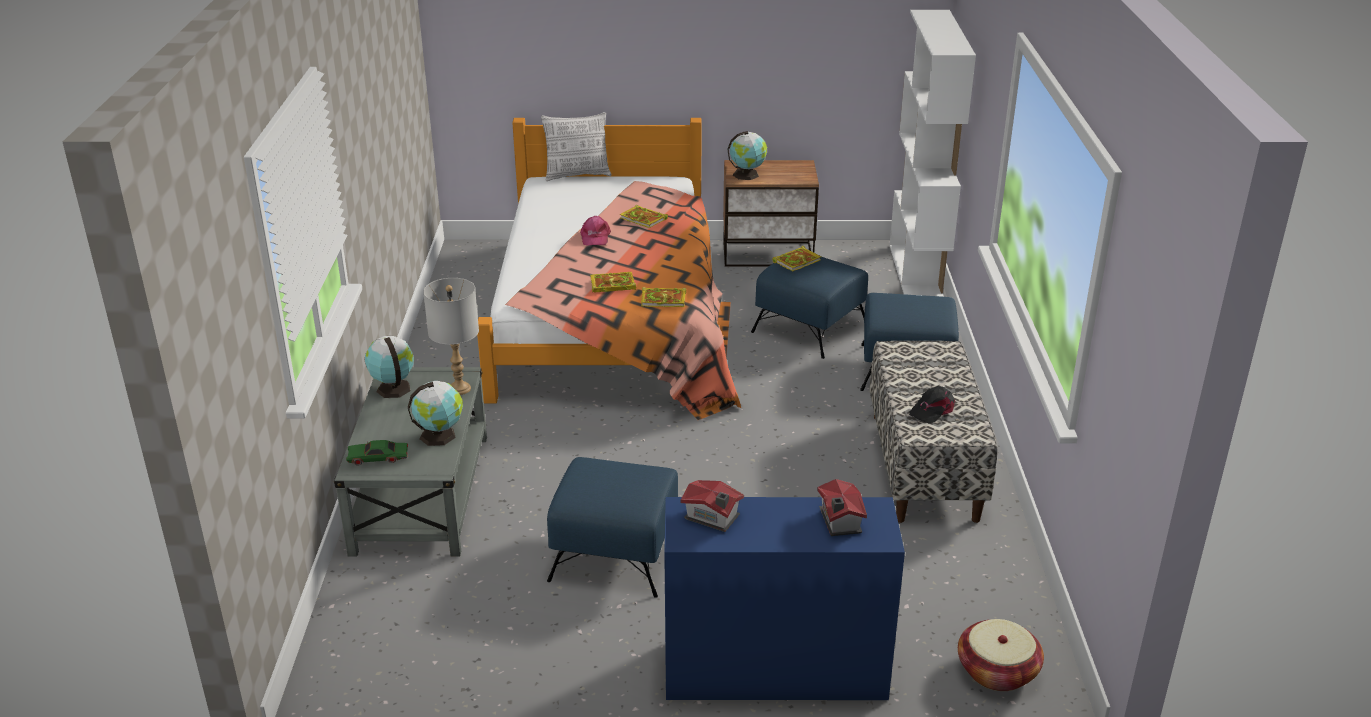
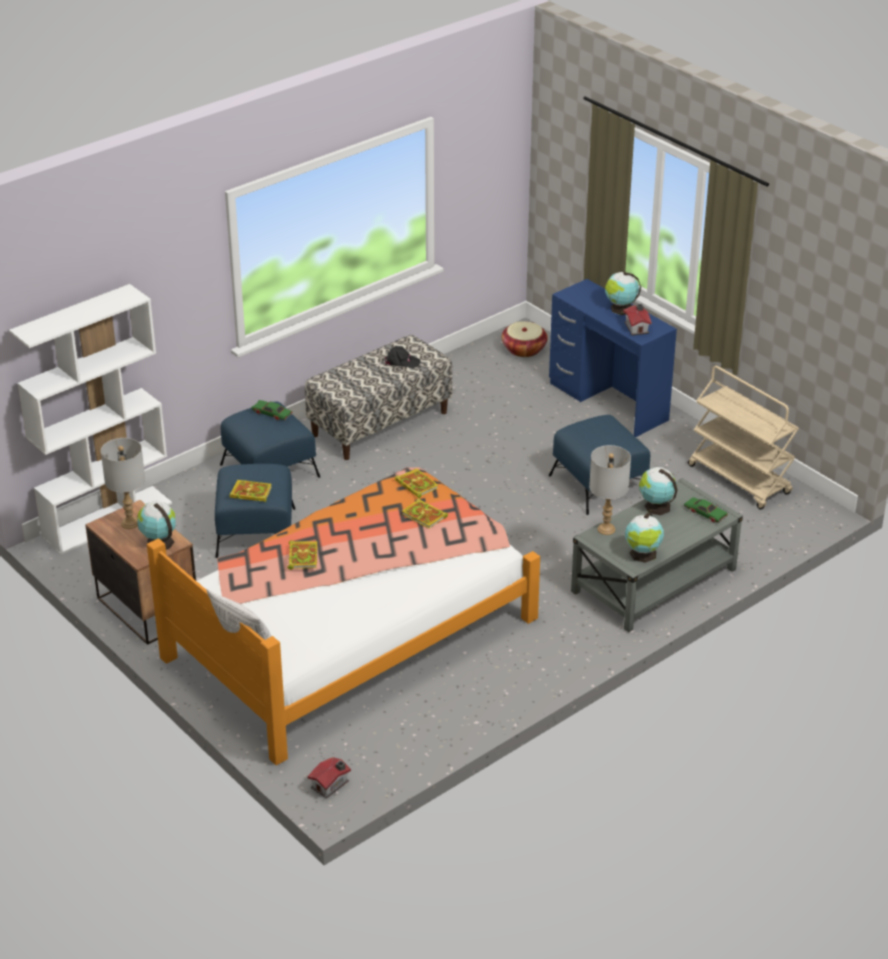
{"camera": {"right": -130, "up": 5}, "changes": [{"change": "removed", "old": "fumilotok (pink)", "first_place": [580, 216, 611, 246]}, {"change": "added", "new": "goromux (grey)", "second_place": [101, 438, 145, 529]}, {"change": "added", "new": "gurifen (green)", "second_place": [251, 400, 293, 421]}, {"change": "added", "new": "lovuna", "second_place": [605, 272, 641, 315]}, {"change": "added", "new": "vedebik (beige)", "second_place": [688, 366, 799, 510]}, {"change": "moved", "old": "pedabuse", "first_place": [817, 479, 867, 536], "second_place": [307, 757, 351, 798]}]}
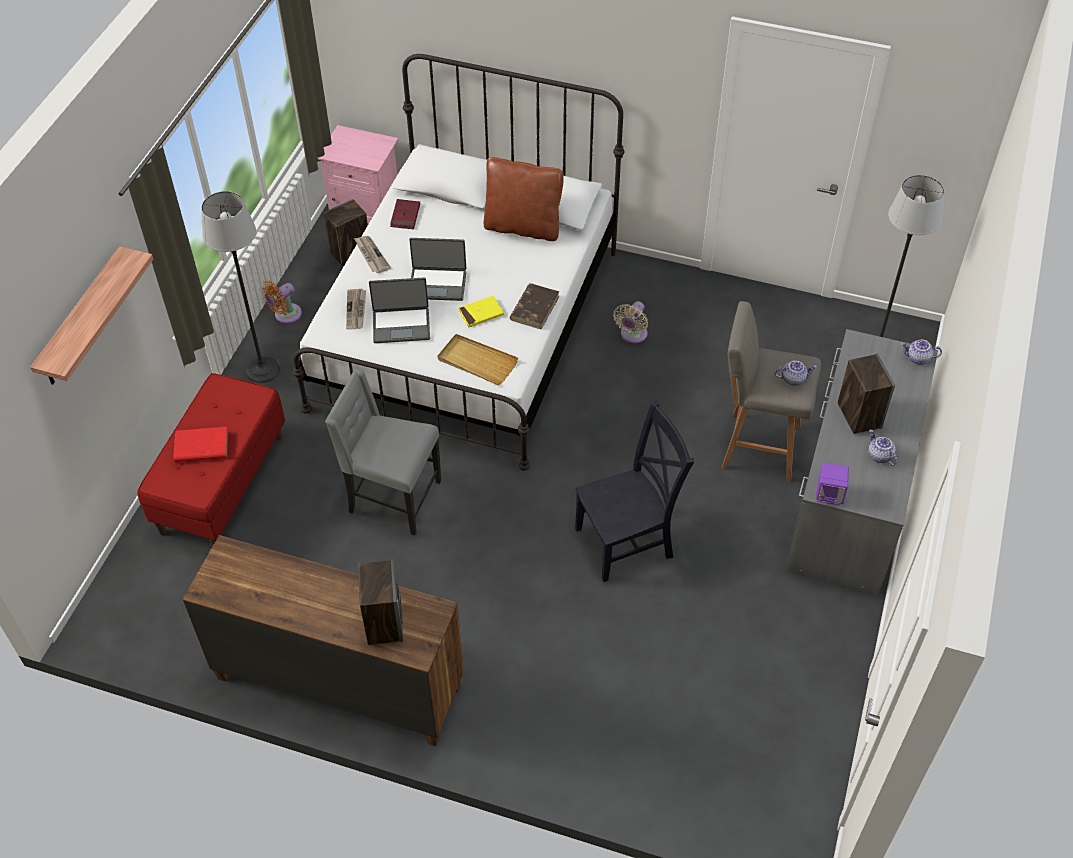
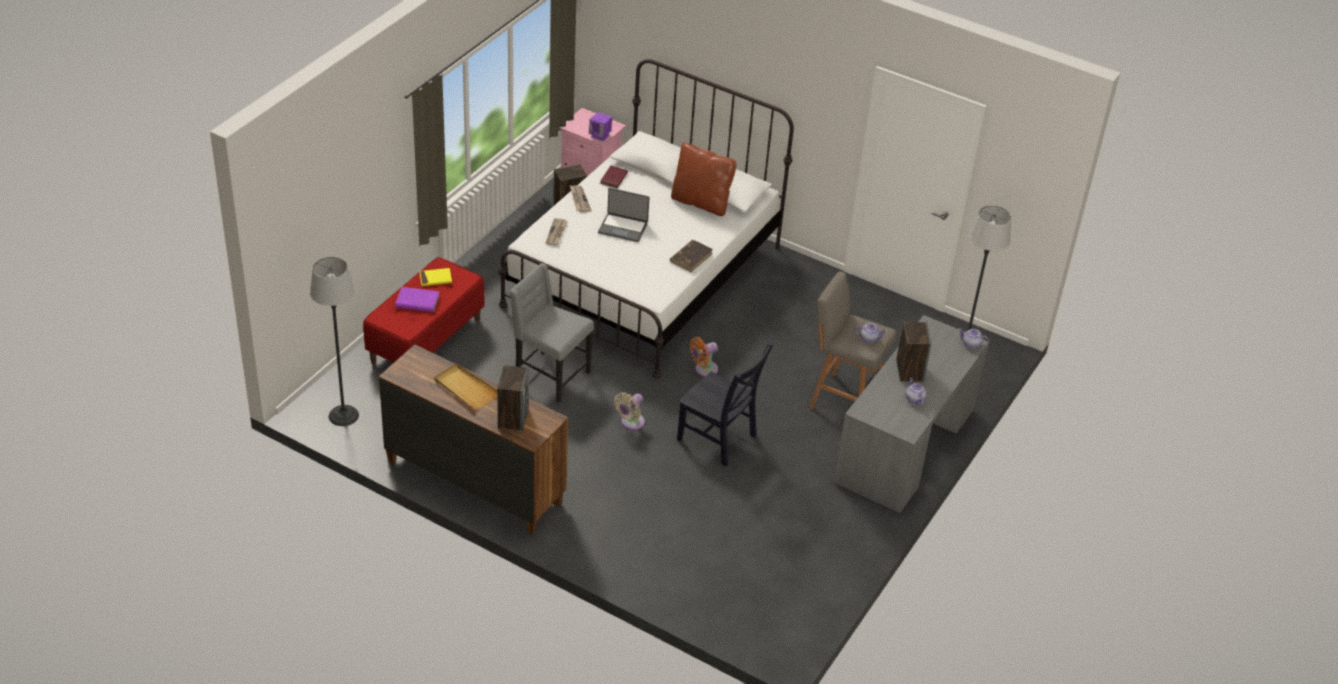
{"camera": {"right": 10, "up": -10}, "changes": [{"change": "removed", "old": "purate", "first_place": [30, 246, 153, 385]}, {"change": "removed", "old": "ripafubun", "first_place": [369, 277, 430, 343]}, {"change": "moved", "old": "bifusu", "first_place": [201, 191, 280, 383], "second_place": [310, 257, 359, 426]}, {"change": "moved", "old": "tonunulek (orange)", "first_place": [262, 281, 302, 324], "second_place": [690, 337, 718, 377]}, {"change": "moved", "old": "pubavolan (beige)", "first_place": [437, 334, 518, 385], "second_place": [434, 363, 497, 409]}, {"change": "moved", "old": "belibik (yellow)", "first_place": [458, 295, 504, 328], "second_place": [419, 268, 452, 286]}, {"change": "moved", "old": "tonunulek (beige)", "first_place": [613, 301, 648, 343], "second_place": [614, 392, 645, 430]}, {"change": "moved", "old": "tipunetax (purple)", "first_place": [816, 463, 849, 505], "second_place": [589, 112, 612, 141]}, {"change": "recoloured", "old": "belibik (red)", "new": "belibik (purple)", "first_place": [173, 427, 228, 462], "second_place": [395, 287, 440, 312]}, {"change": "turned", "old": "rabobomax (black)", "first_place": [575, 400, 694, 582], "second_place": [677, 343, 774, 467], "degrees": 45}]}
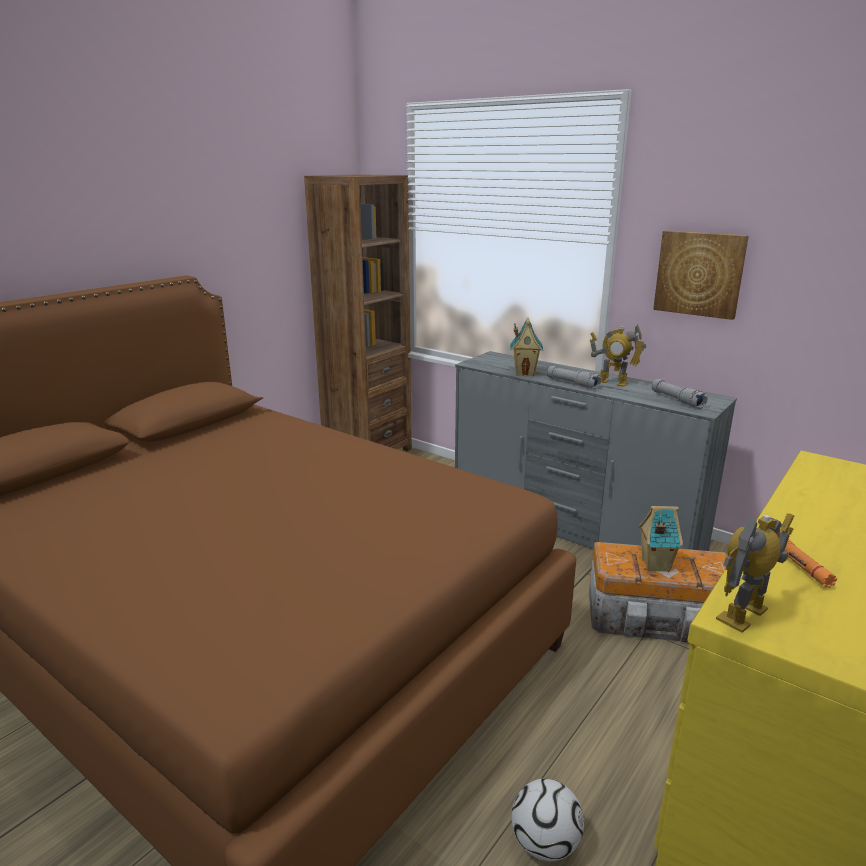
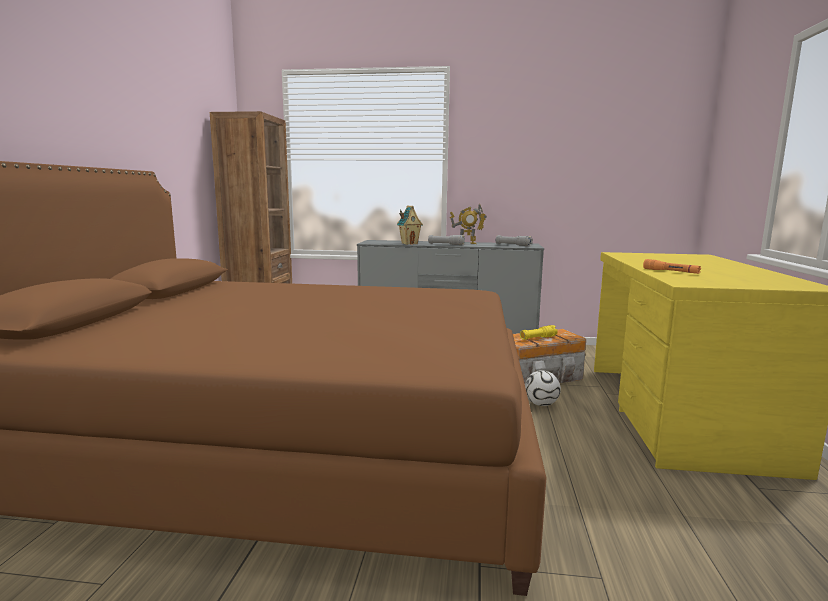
{"camera": {"right": -30, "up": -10}, "changes": [{"change": "removed", "old": "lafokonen", "first_place": [653, 231, 749, 320]}, {"change": "removed", "old": "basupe", "first_place": [716, 513, 794, 633]}, {"change": "moved", "old": "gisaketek", "first_place": [511, 778, 584, 861], "second_place": [525, 370, 561, 406]}, {"change": "replaced", "old": "pedabuse", "new": "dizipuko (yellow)", "first_place": [639, 506, 683, 572], "second_place": [520, 325, 558, 340]}]}
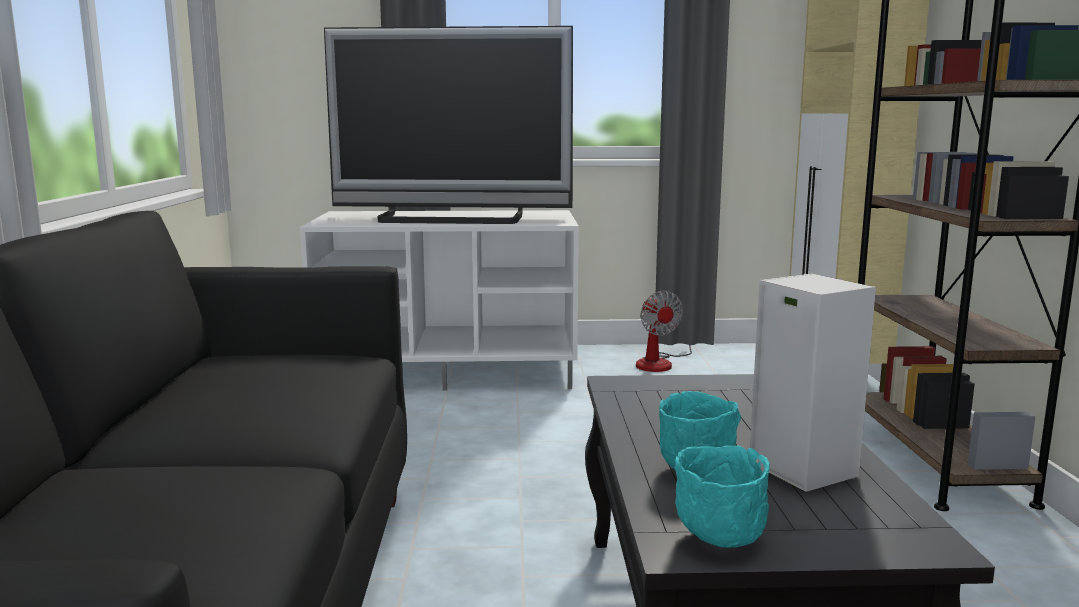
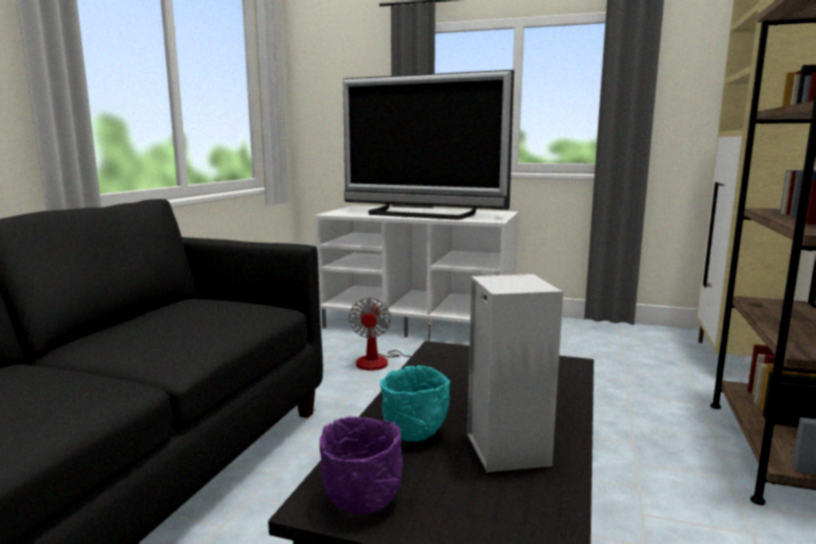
{"camera": {"right": 20, "up": 0}, "changes": [{"change": "moved", "old": "tonunulek", "first_place": [636, 290, 692, 372], "second_place": [349, 298, 433, 371]}, {"change": "recoloured", "old": "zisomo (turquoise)", "new": "zisomo (purple)", "first_place": [675, 445, 770, 548], "second_place": [320, 417, 403, 514]}]}
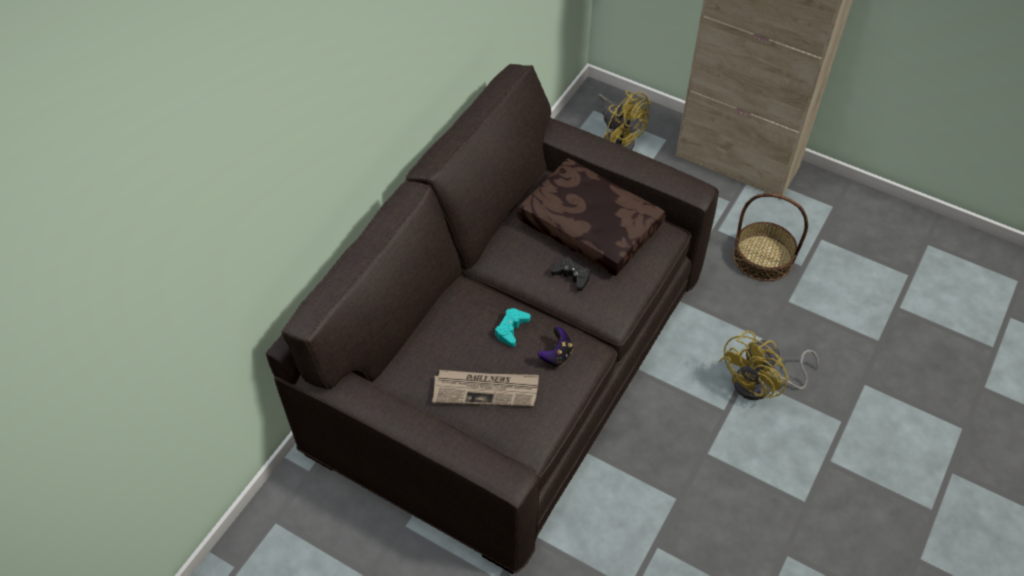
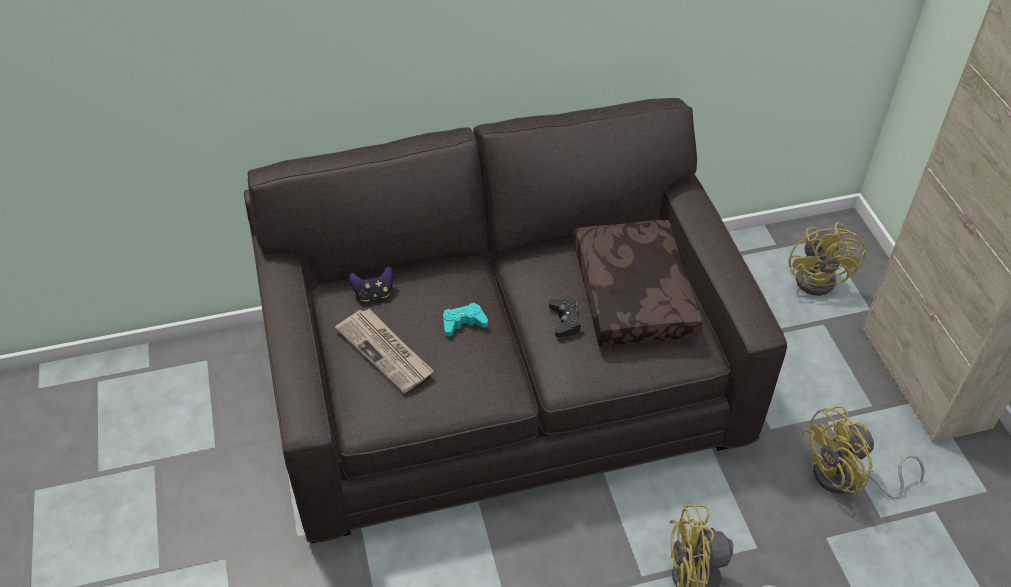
{"camera": {"right": 45, "up": -5}, "changes": [{"change": "moved", "old": "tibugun", "first_place": [538, 327, 573, 367], "second_place": [349, 266, 393, 301]}, {"change": "replaced", "old": "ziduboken", "new": "tonunulek (yellow)", "first_place": [733, 193, 808, 281], "second_place": [801, 405, 925, 499]}]}
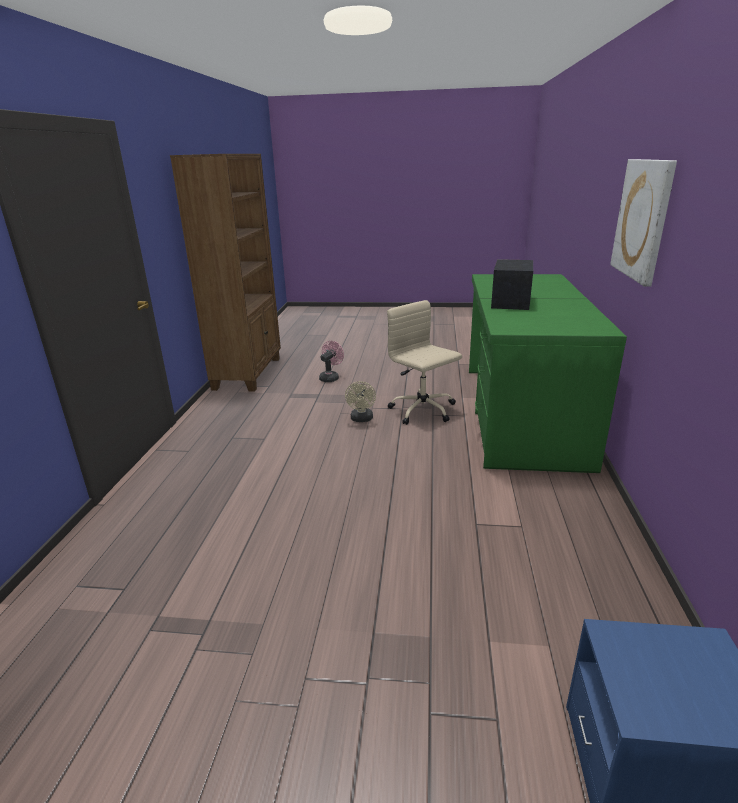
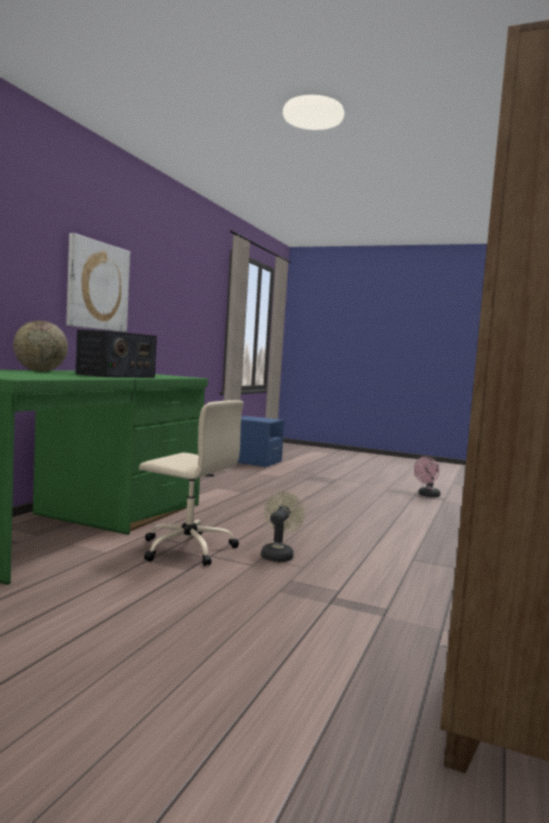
{"camera": {"right": -165, "up": -20}, "changes": [{"change": "added", "new": "lovuna", "second_place": [13, 320, 68, 371]}, {"change": "moved", "old": "tonunulek (pink)", "first_place": [319, 341, 344, 382], "second_place": [414, 456, 440, 497]}, {"change": "turned", "old": "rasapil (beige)", "first_place": [387, 300, 462, 425], "second_place": [139, 400, 244, 566], "degrees": -45}]}
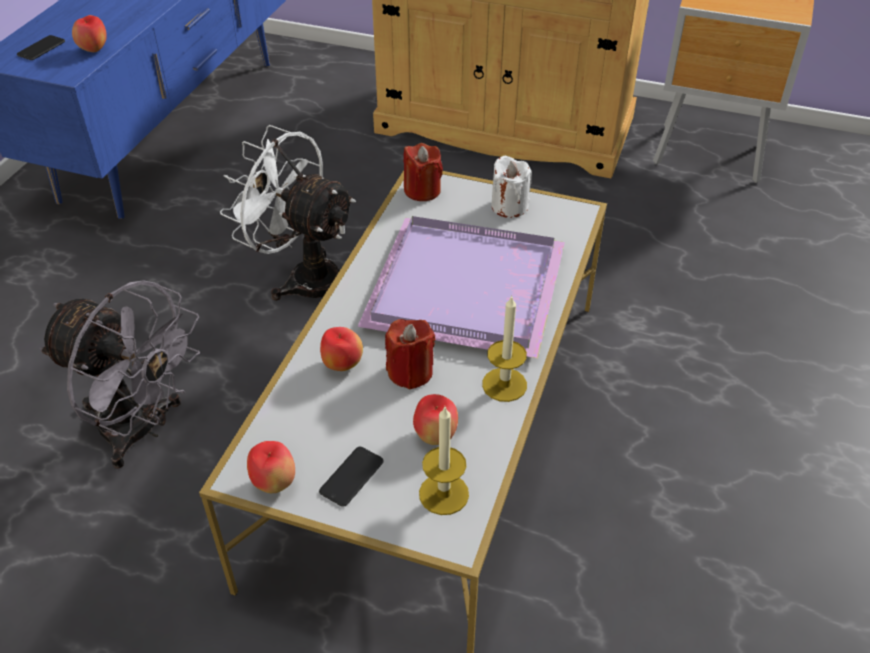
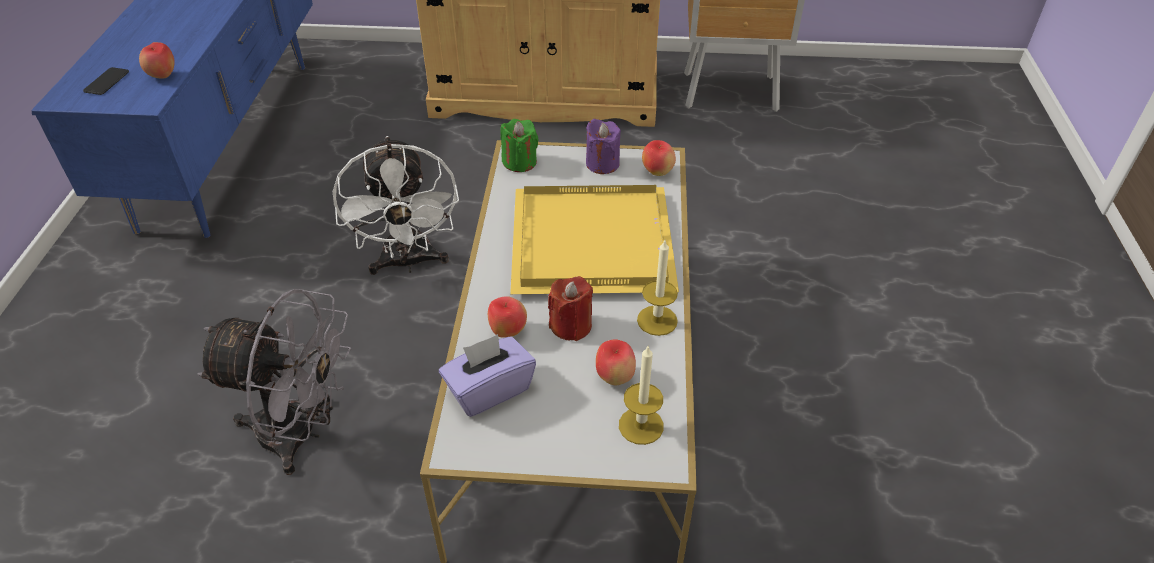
{"camera": {"right": -15, "up": 0}, "changes": [{"change": "removed", "old": "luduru", "first_place": [319, 447, 384, 507]}, {"change": "added", "new": "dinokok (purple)", "second_place": [439, 334, 536, 417]}, {"change": "moved", "old": "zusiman", "first_place": [247, 441, 295, 493], "second_place": [642, 140, 676, 176]}, {"change": "recoloured", "old": "pubavolan (purple)", "new": "pubavolan (yellow)", "first_place": [357, 216, 565, 358], "second_place": [510, 185, 679, 294]}, {"change": "recoloured", "old": "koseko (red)", "new": "koseko (green)", "first_place": [404, 143, 443, 201], "second_place": [500, 119, 539, 172]}, {"change": "recoloured", "old": "koseko (white)", "new": "koseko (purple)", "first_place": [491, 155, 532, 218], "second_place": [586, 119, 621, 174]}, {"change": "turned", "old": "tonunulek (white)", "first_place": [220, 125, 356, 301], "second_place": [333, 136, 459, 275], "degrees": -120}]}
